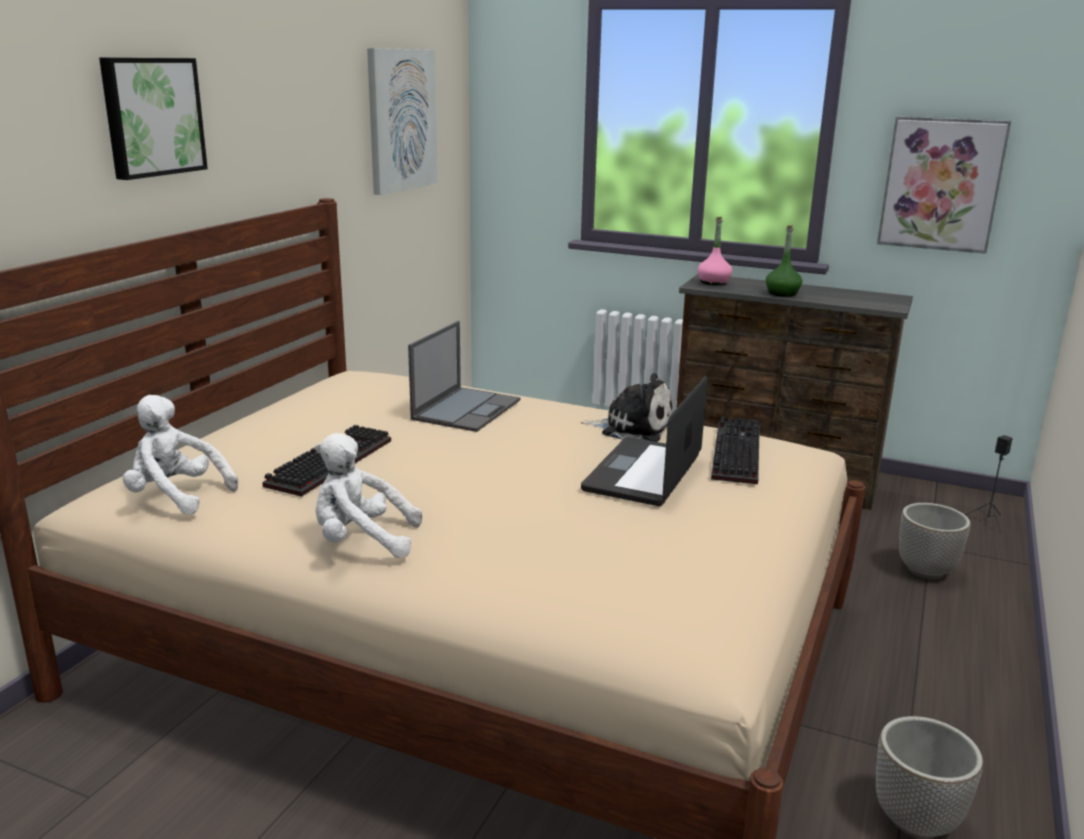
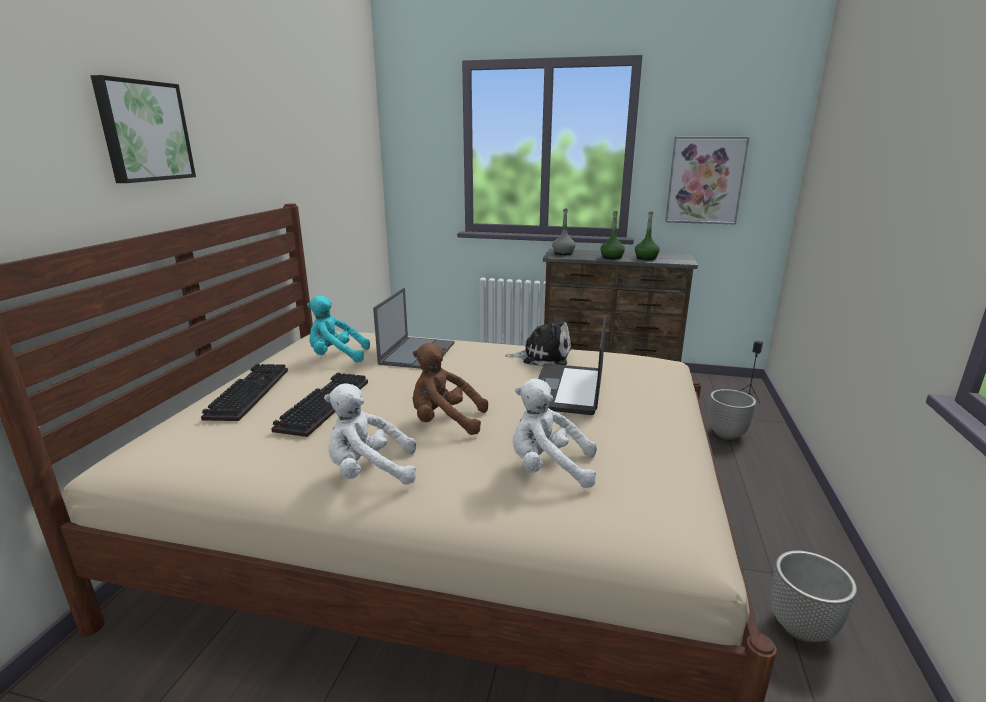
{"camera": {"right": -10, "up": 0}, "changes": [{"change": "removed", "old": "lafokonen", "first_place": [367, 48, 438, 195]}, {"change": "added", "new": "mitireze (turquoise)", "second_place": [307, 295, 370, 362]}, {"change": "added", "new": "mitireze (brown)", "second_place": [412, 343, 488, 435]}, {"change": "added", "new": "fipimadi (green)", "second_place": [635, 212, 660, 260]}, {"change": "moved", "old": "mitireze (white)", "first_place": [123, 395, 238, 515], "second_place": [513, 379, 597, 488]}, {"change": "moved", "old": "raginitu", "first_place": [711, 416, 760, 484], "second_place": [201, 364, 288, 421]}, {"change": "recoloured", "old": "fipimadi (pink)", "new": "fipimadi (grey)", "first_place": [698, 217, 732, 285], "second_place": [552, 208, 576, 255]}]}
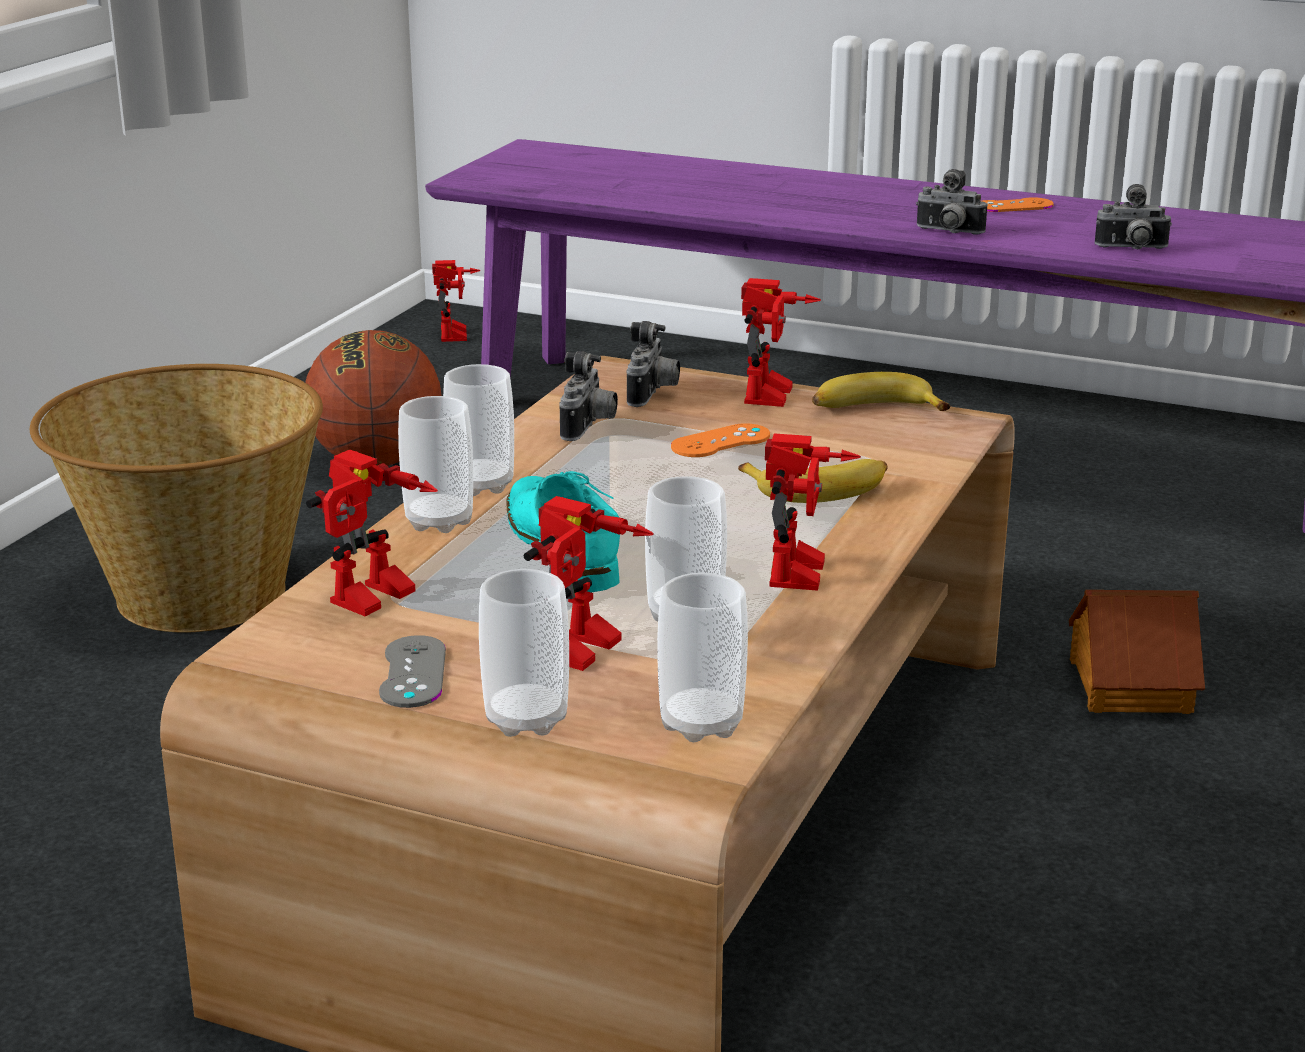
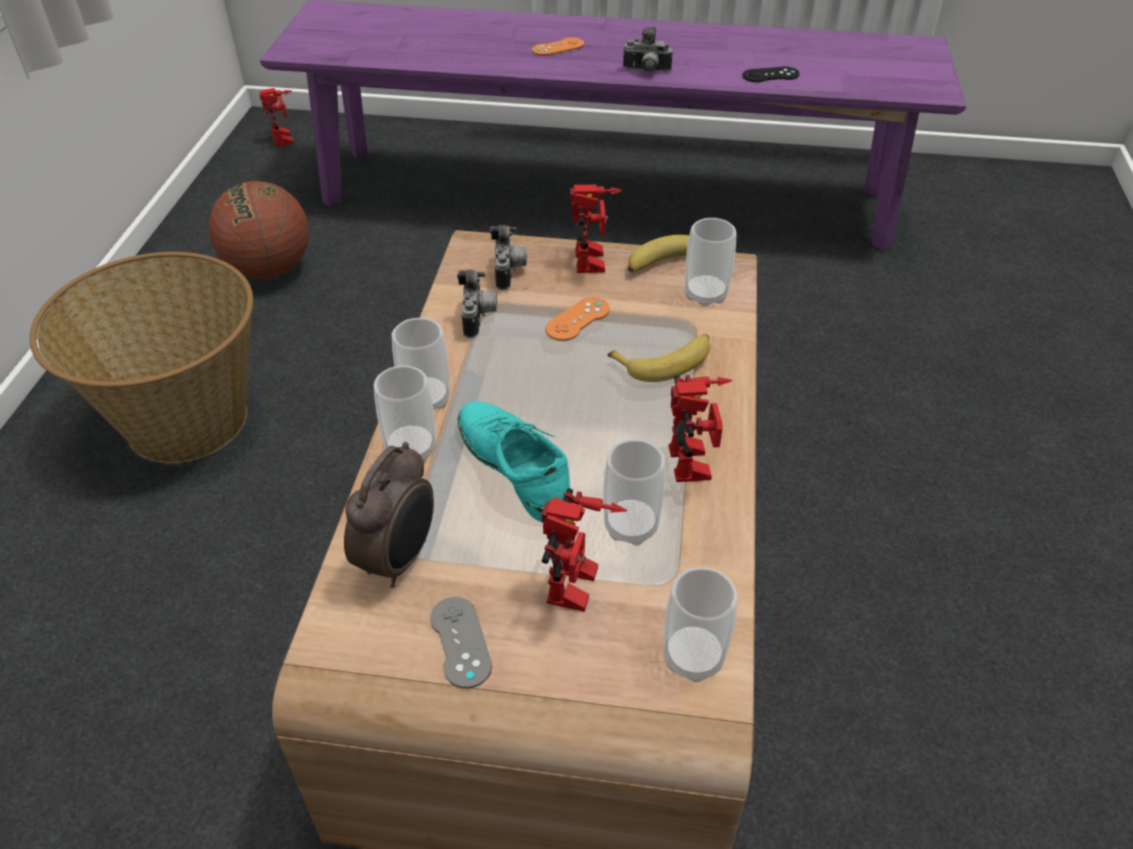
{"camera": {"right": -15, "up": 20}, "changes": [{"change": "removed", "old": "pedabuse", "first_place": [1069, 590, 1205, 714]}, {"change": "moved", "old": "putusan", "first_place": [479, 569, 569, 737], "second_place": [685, 218, 737, 307]}, {"change": "moved", "old": "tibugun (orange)", "first_place": [982, 197, 1054, 212], "second_place": [532, 37, 584, 56]}, {"change": "replaced", "old": "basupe", "new": "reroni", "first_place": [306, 450, 438, 616], "second_place": [344, 442, 434, 588]}, {"change": "replaced", "old": "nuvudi", "new": "tibugun (black)", "first_place": [1095, 184, 1172, 249], "second_place": [742, 67, 800, 82]}]}
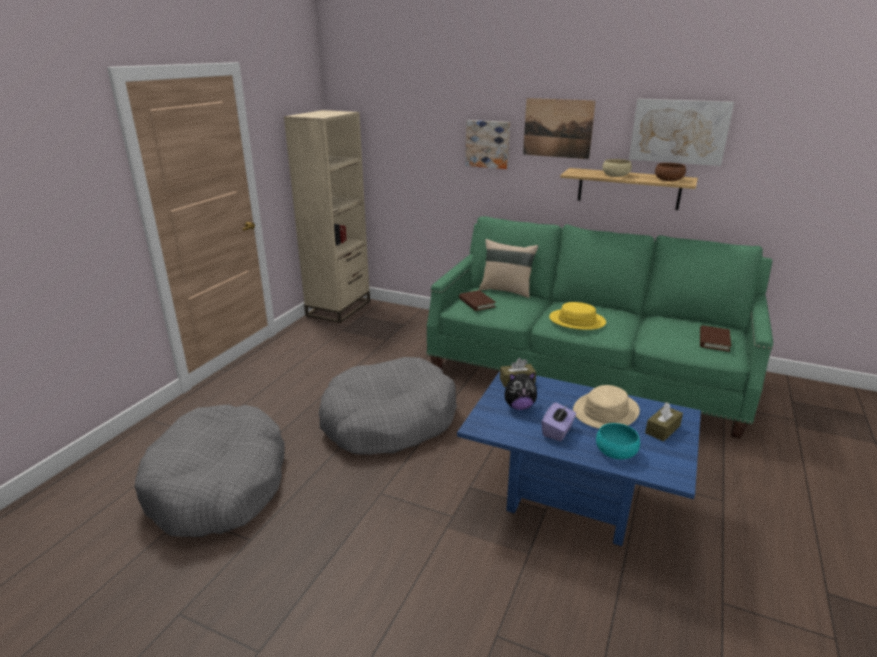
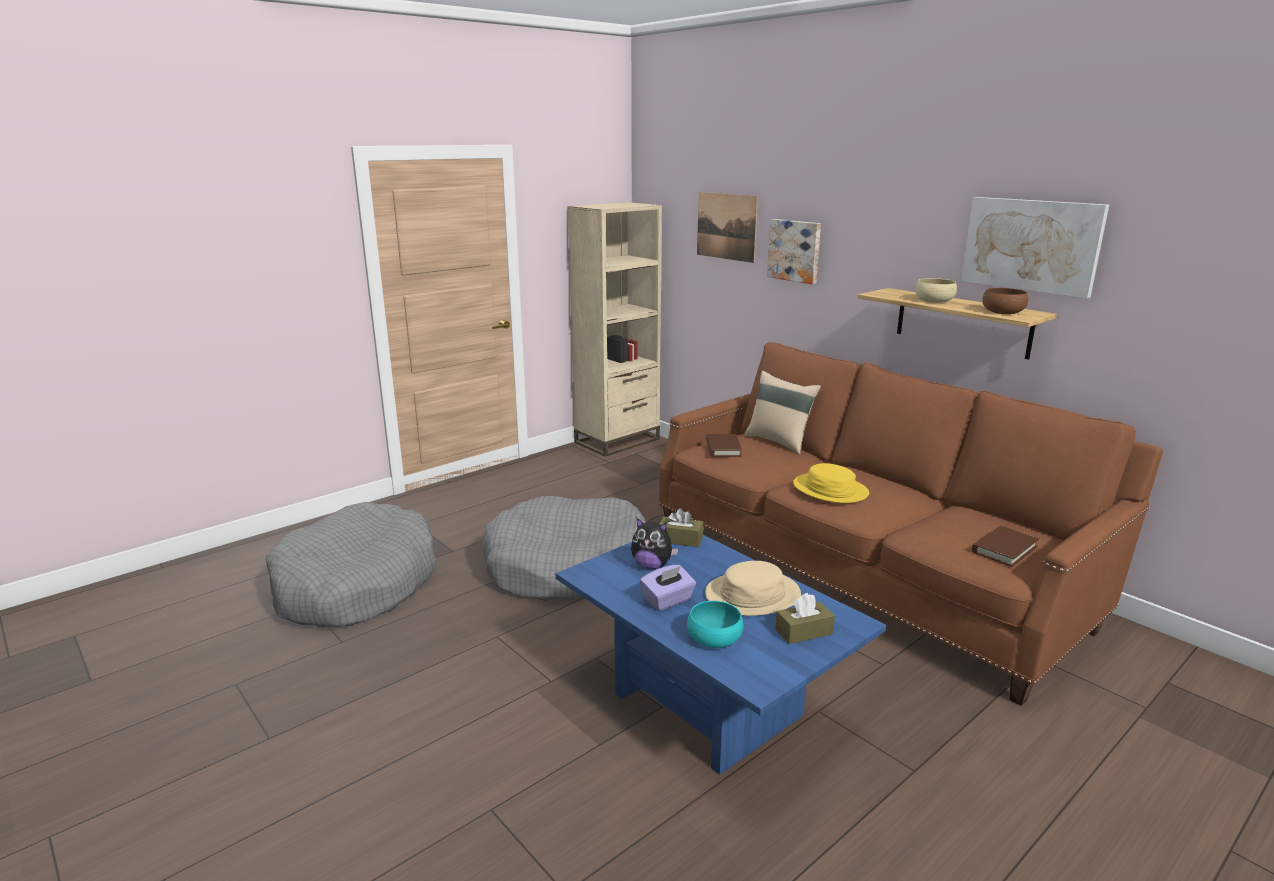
{"camera": {"right": 25, "up": -5}, "changes": [{"change": "moved", "old": "lafokonen", "first_place": [523, 98, 596, 159], "second_place": [697, 192, 758, 263]}, {"change": "recoloured", "old": "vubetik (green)", "new": "vubetik (brown)", "first_place": [426, 216, 773, 438], "second_place": [658, 342, 1163, 706]}]}
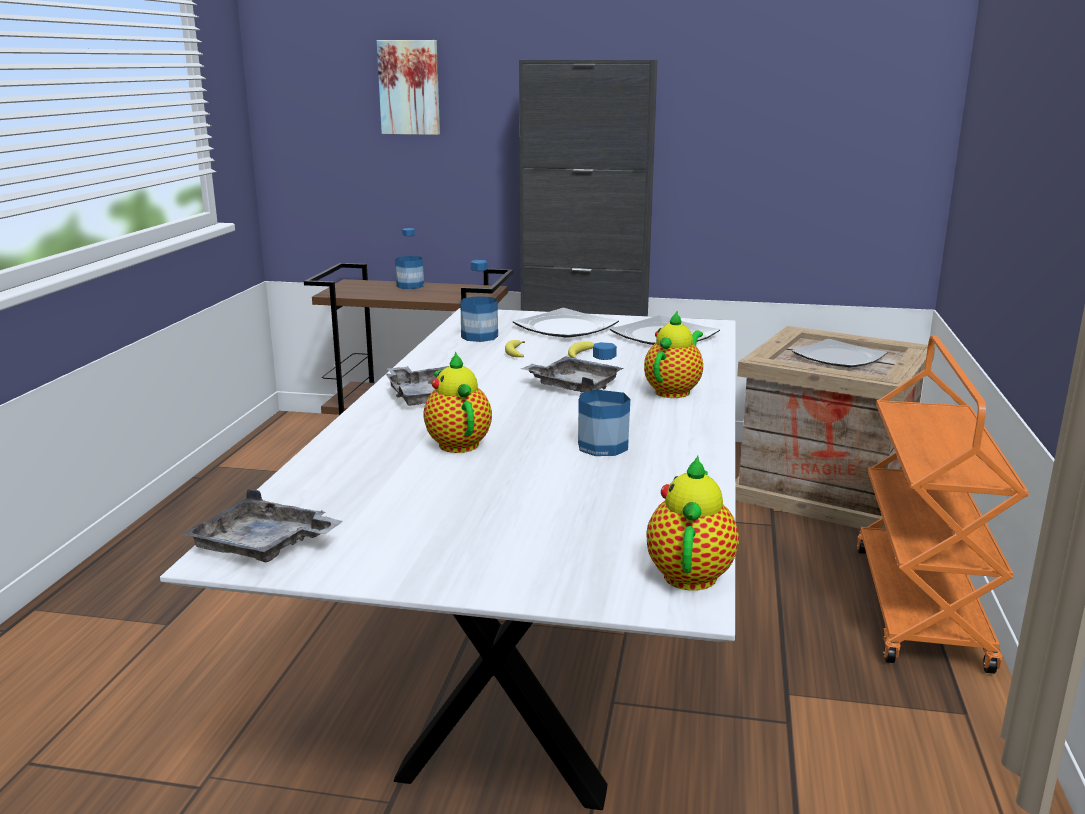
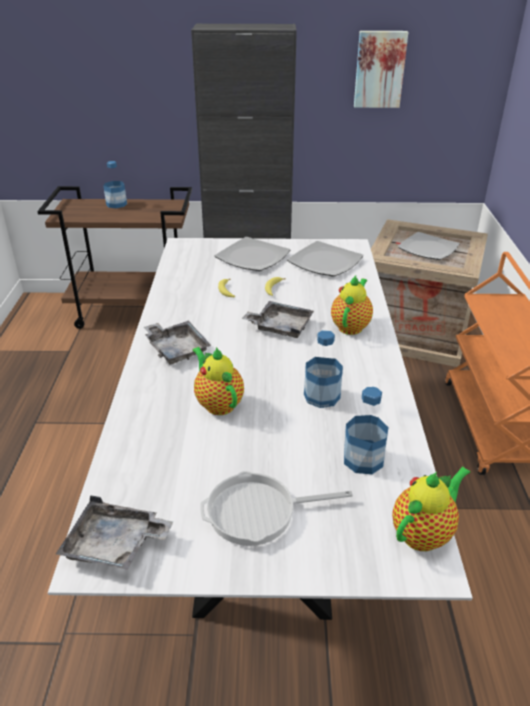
{"camera": {"right": -10, "up": 15}, "changes": [{"change": "added", "new": "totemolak", "second_place": [200, 471, 353, 546]}, {"change": "moved", "old": "lafokonen", "first_place": [377, 40, 440, 135], "second_place": [354, 31, 408, 108]}, {"change": "moved", "old": "fipimadi", "first_place": [460, 260, 498, 342], "second_place": [344, 387, 389, 474]}, {"change": "turned", "old": "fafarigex", "first_place": [646, 456, 739, 591], "second_place": [392, 466, 470, 551], "degrees": 45}]}
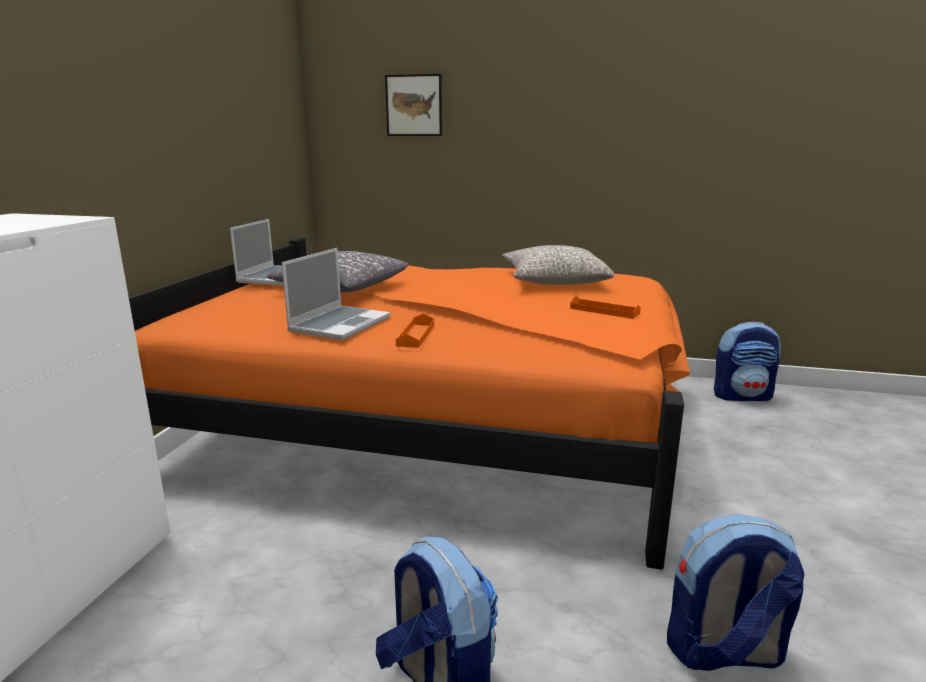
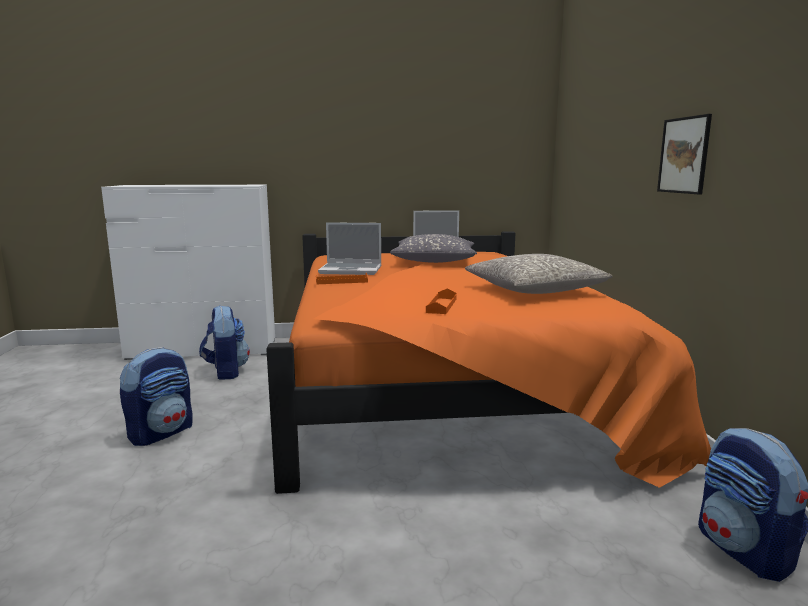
{"camera": {"right": 70, "up": -5}, "changes": [{"change": "moved", "old": "lafokonen", "first_place": [385, 74, 442, 136], "second_place": [657, 114, 712, 195]}, {"change": "moved", "old": "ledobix", "first_place": [667, 514, 805, 671], "second_place": [199, 305, 250, 380]}]}
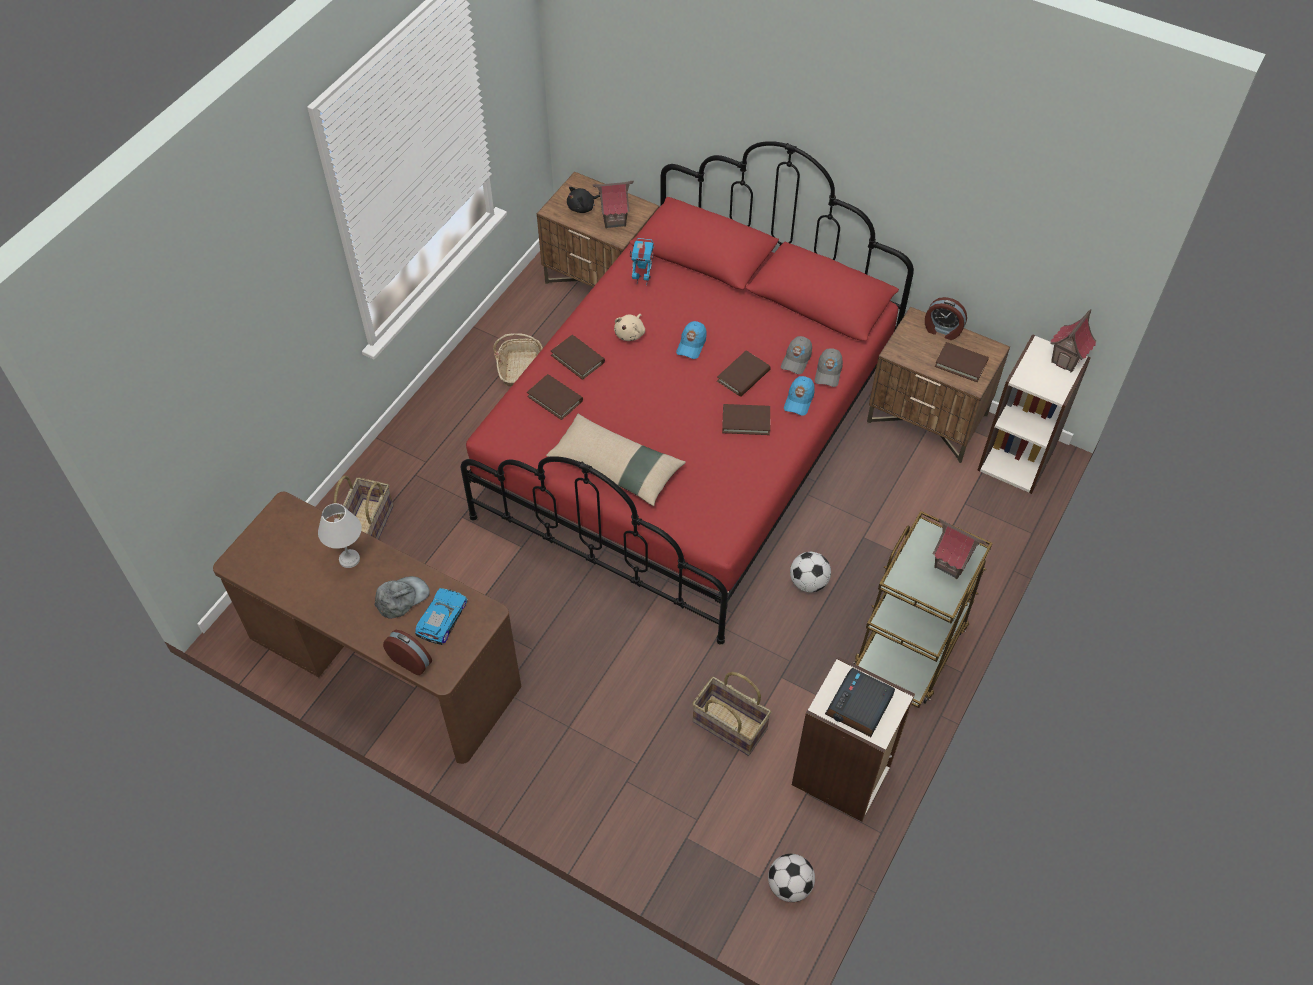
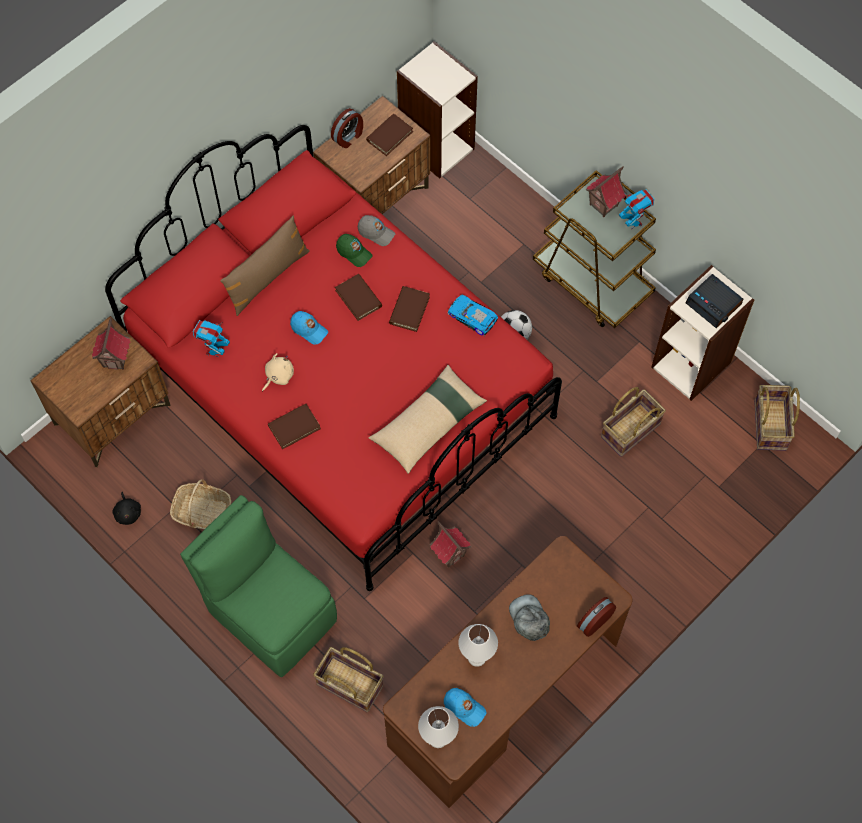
{"camera": {"right": -75, "up": 10}, "changes": [{"change": "removed", "old": "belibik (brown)", "first_place": [527, 374, 583, 420]}, {"change": "added", "new": "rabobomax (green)", "second_place": [180, 495, 337, 677]}, {"change": "added", "new": "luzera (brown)", "second_place": [220, 216, 310, 316]}, {"change": "added", "new": "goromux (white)", "second_place": [418, 706, 459, 748]}, {"change": "added", "new": "basupe", "second_place": [619, 189, 654, 229]}, {"change": "moved", "old": "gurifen", "first_place": [415, 588, 468, 645], "second_place": [448, 294, 498, 336]}, {"change": "moved", "old": "mitireze (black)", "first_place": [567, 187, 600, 213], "second_place": [112, 492, 141, 525]}, {"change": "moved", "old": "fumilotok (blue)", "first_place": [784, 376, 815, 416], "second_place": [444, 688, 486, 727]}, {"change": "moved", "old": "pedabuse", "first_place": [1050, 309, 1096, 373], "second_place": [430, 521, 472, 568]}, {"change": "replaced", "old": "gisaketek", "new": "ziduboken", "first_place": [768, 854, 815, 902], "second_place": [754, 385, 800, 451]}, {"change": "recoloured", "old": "fumilotok (grey)", "new": "fumilotok (green)", "first_place": [781, 336, 812, 374], "second_place": [336, 234, 372, 267]}, {"change": "turned", "old": "mitireze (beige)", "first_place": [614, 314, 645, 341], "second_place": [262, 353, 294, 392], "degrees": -90}]}
